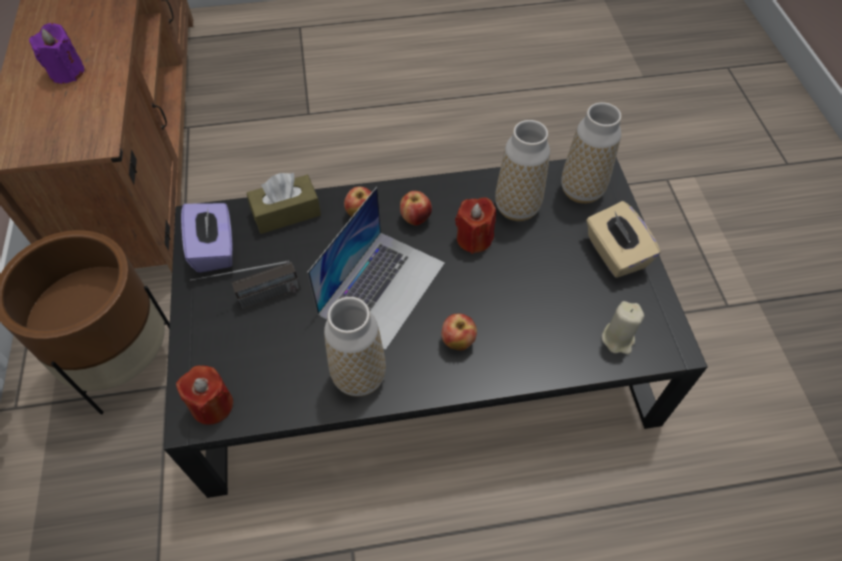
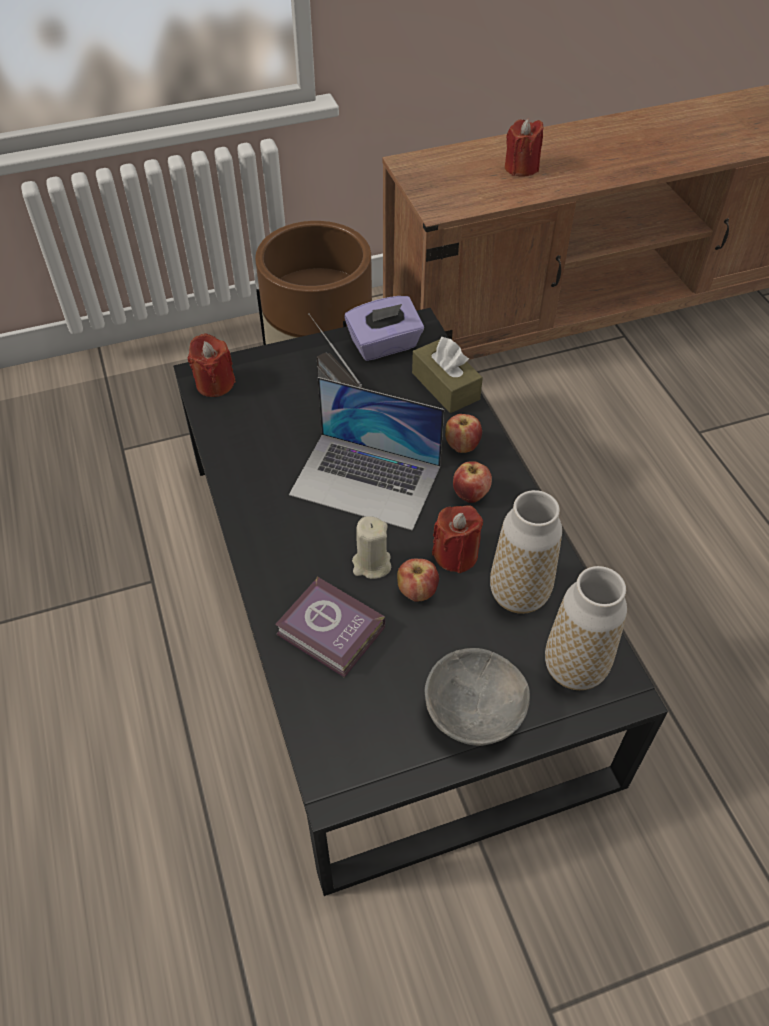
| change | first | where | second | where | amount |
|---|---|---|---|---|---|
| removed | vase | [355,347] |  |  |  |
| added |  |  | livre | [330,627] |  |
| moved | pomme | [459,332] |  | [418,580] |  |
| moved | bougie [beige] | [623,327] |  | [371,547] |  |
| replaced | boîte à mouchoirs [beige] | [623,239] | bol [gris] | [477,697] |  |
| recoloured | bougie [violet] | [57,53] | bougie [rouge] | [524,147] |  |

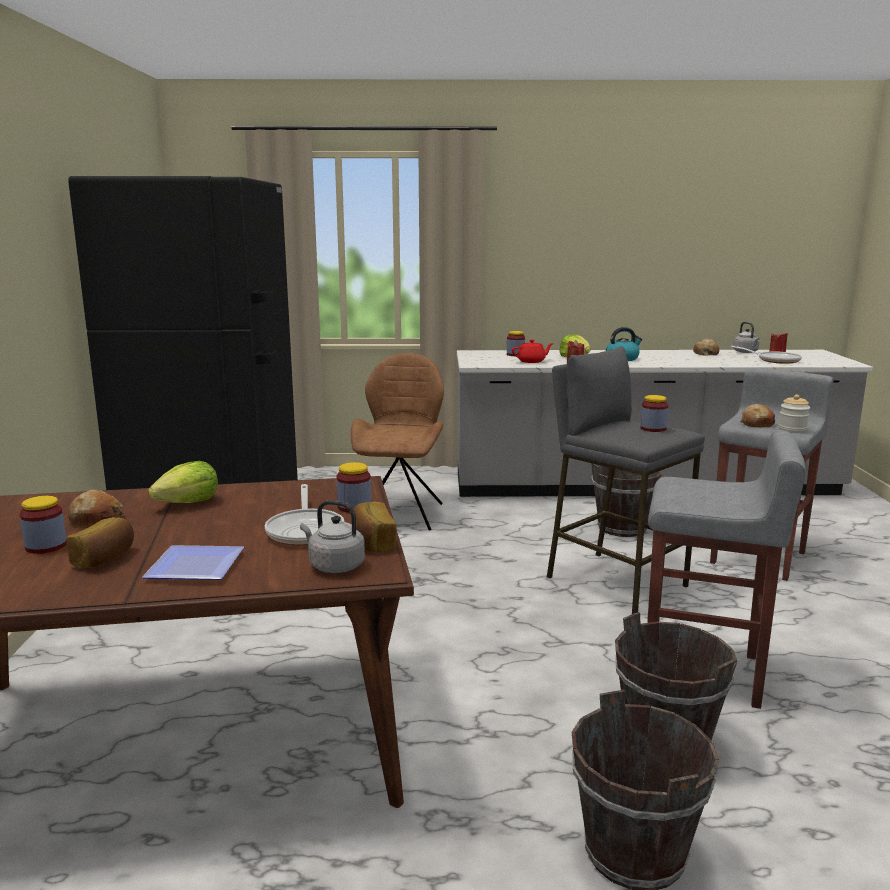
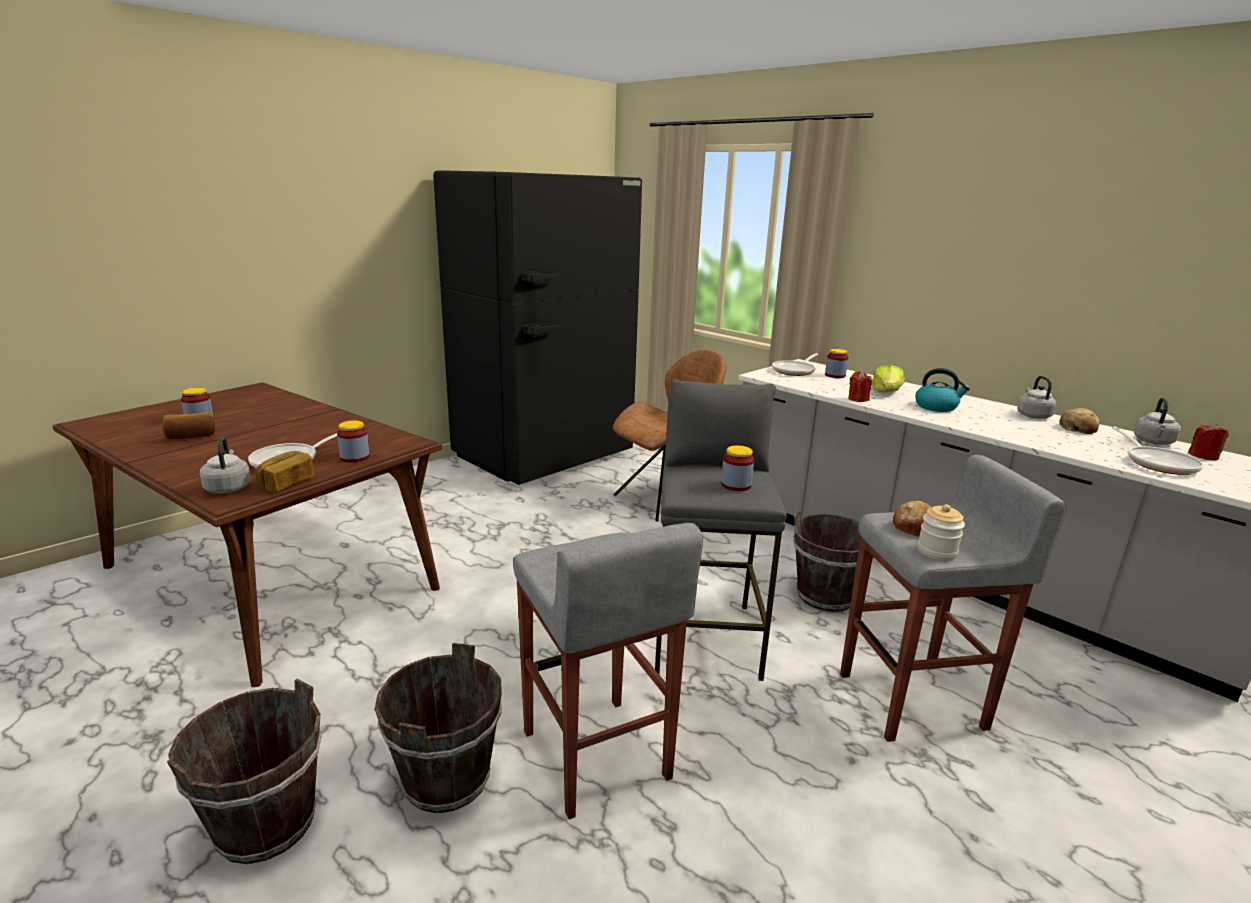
| change | first | where | second | where | amount |
|---|---|---|---|---|---|
| removed | pain | [95,508] |  |  |  |
| removed | assiette | [193,562] |  |  |  |
| removed | laitue | [183,482] |  |  |  |
| removed | théière [rouge] | [533,351] |  |  |  |
| added |  |  | poêle | [795,364] |  |
| added |  |  | bouilloire [gris] | [1036,397] |  |

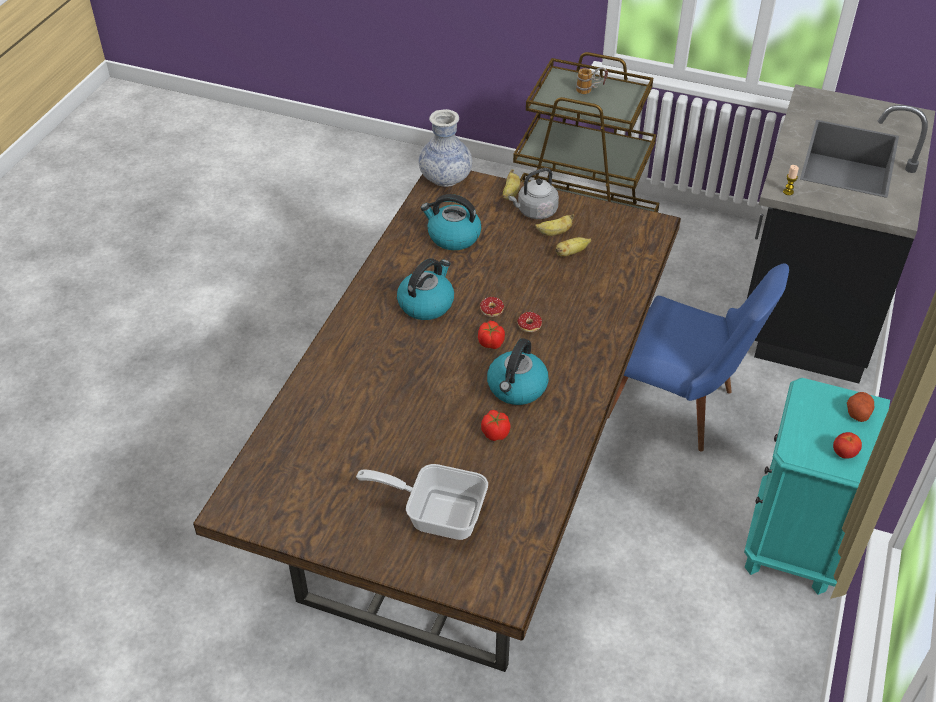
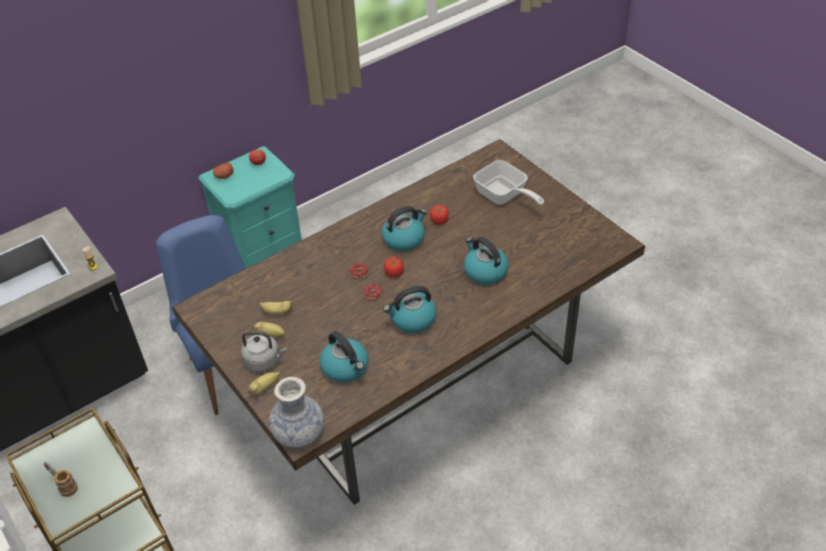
| change | first | where | second | where | amount |
|---|---|---|---|---|---|
| added |  |  | bouilloire | [486,261] |  |

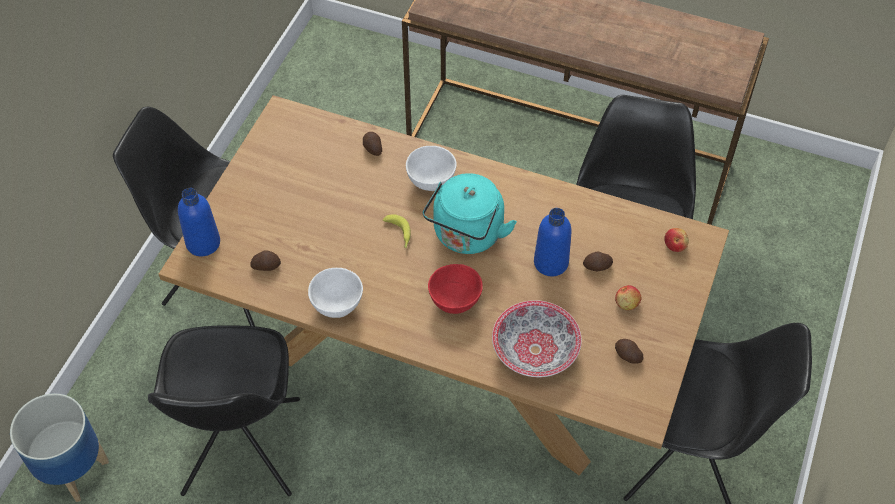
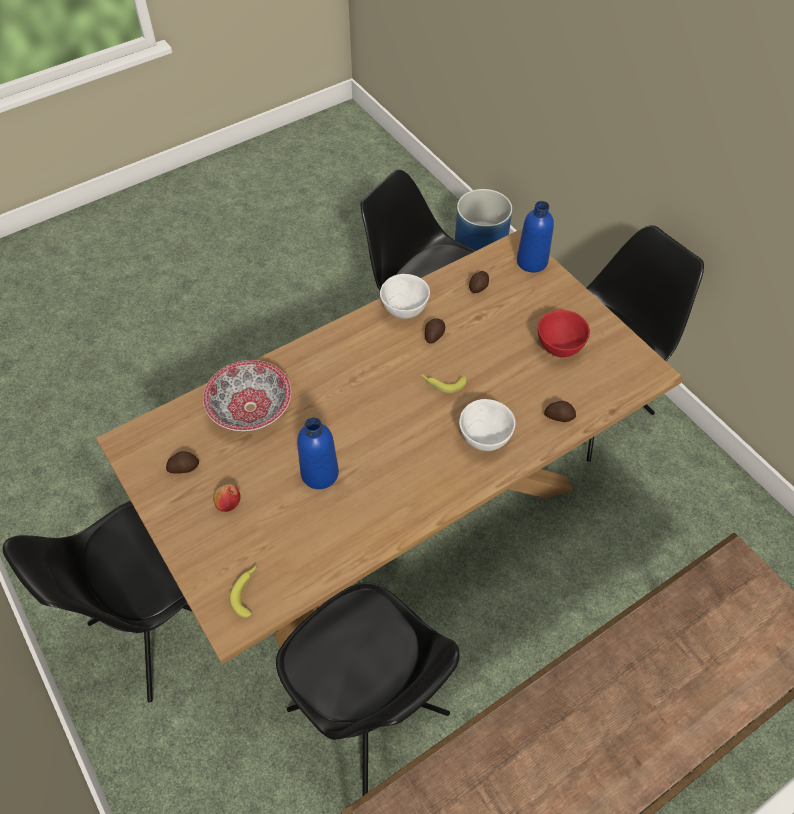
| change | first | where | second | where | amount |
|---|---|---|---|---|---|
| removed | bouilloire [turquoise] | [470,213] |  |  |  |
| moved | bol [rouge] | [455,289] |  | [564,333] |  |
| moved | pomme de terre | [598,261] |  | [435,331] |  |
| replaced | pomme | [676,240] | banane | [243,591] |  |

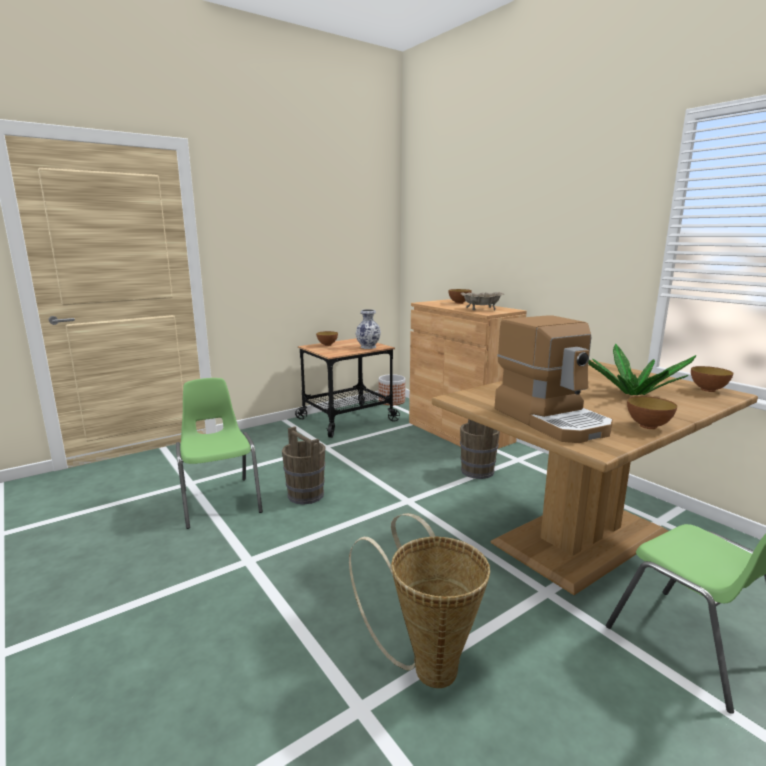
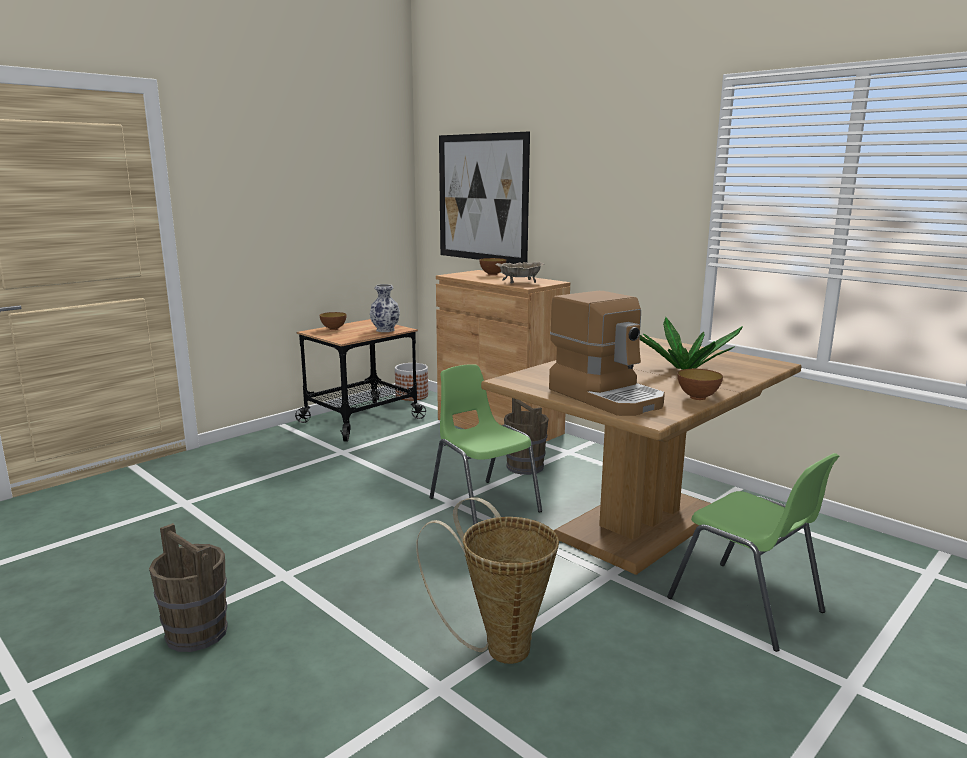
| change | first | where | second | where | amount |
|---|---|---|---|---|---|
| removed | bol | [712,379] |  |  |  |
| added |  |  | tableau | [484,197] |  |
| moved | chaise [vert] | [219,453] |  | [486,444] |  |
| moved | seau [marron] | [303,465] |  | [188,587] |  |

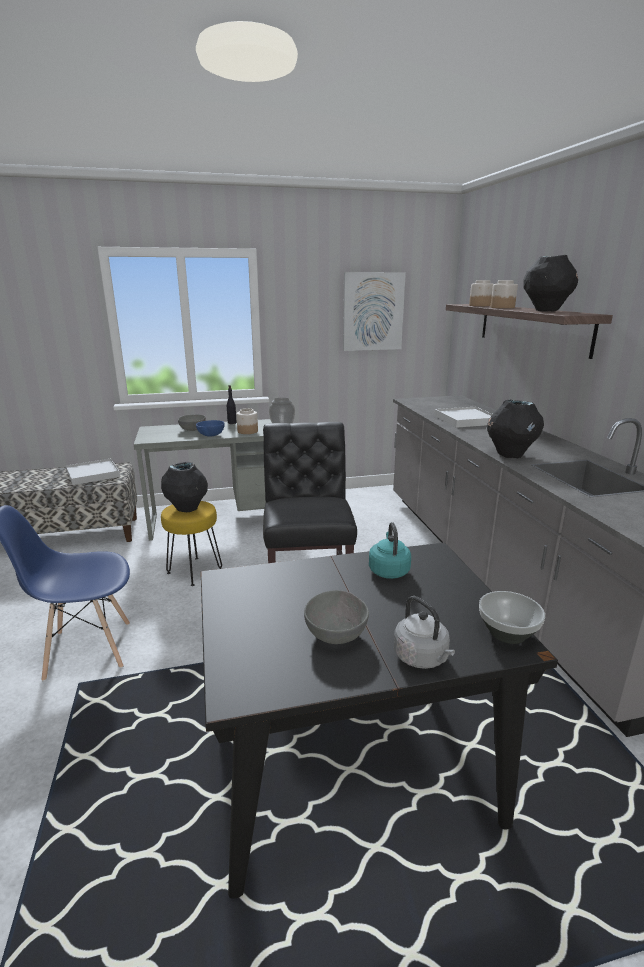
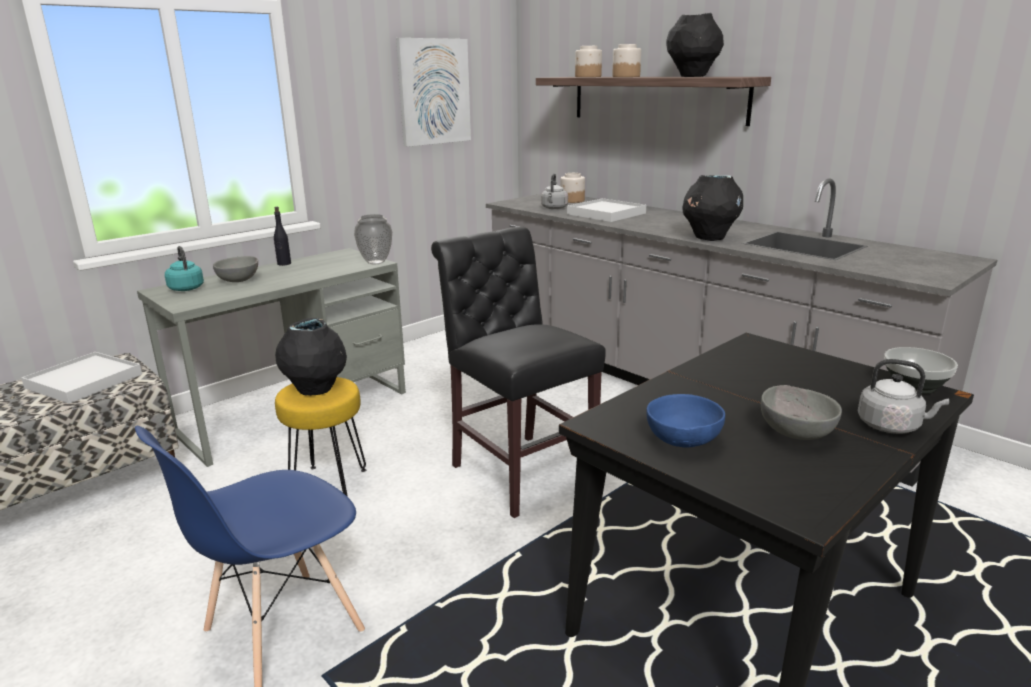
| change | first | where | second | where | amount |
|---|---|---|---|---|---|
| added |  |  | bouilloire [gris] | [554,191] |  |
| moved | bol [bleu] | [210,428] |  | [686,421] |  |
| moved | bocal | [247,421] |  | [572,188] |  |
| moved | bouilloire [turquoise] | [390,550] |  | [184,268] |  |

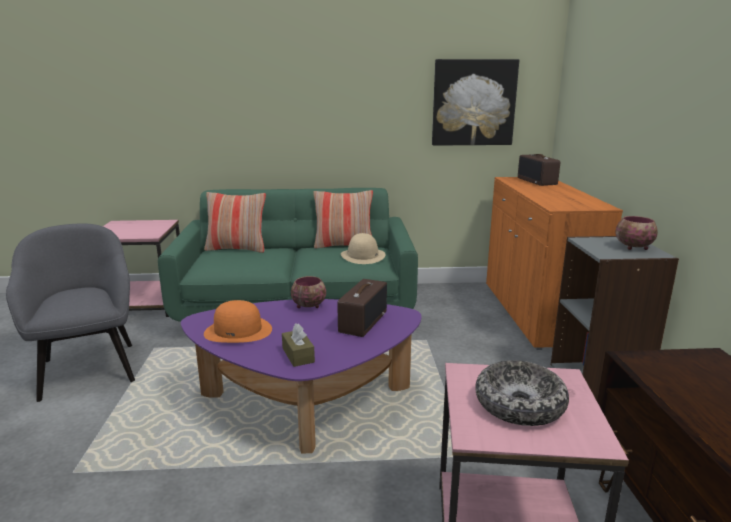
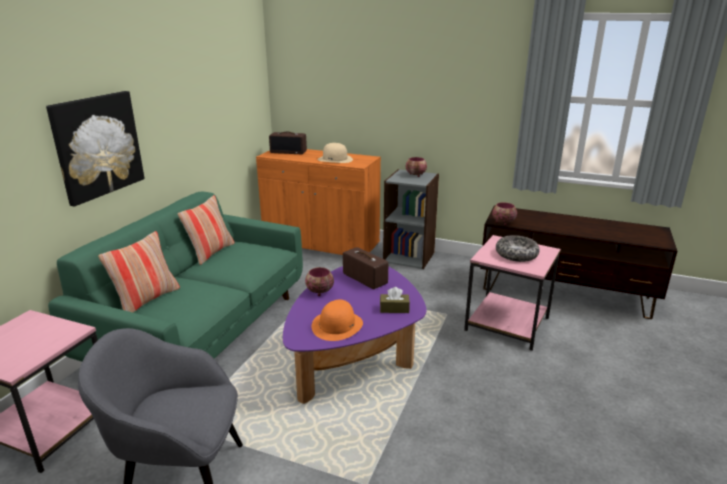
| change | first | where | second | where | amount |
|---|---|---|---|---|---|
| added |  |  | bol | [504,214] |  |
| moved | chapeau [beige] | [363,248] |  | [335,153] |  |
| moved | tableau | [475,102] |  | [95,149] |  |

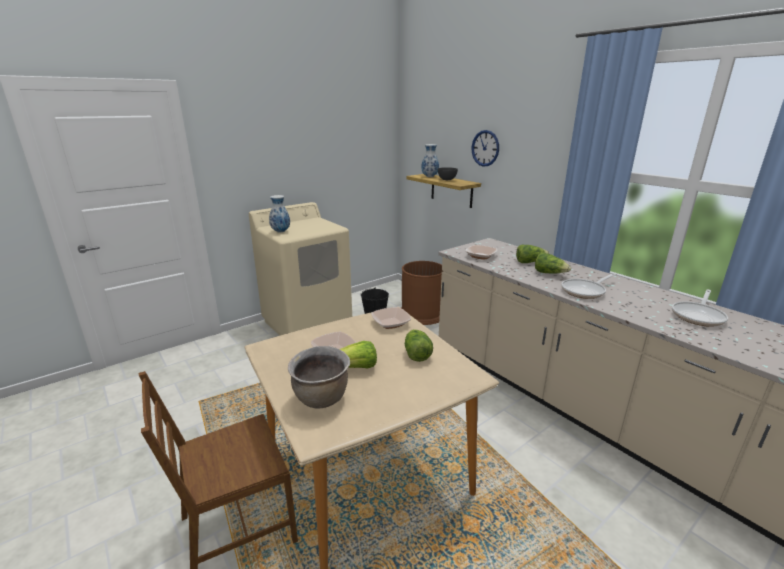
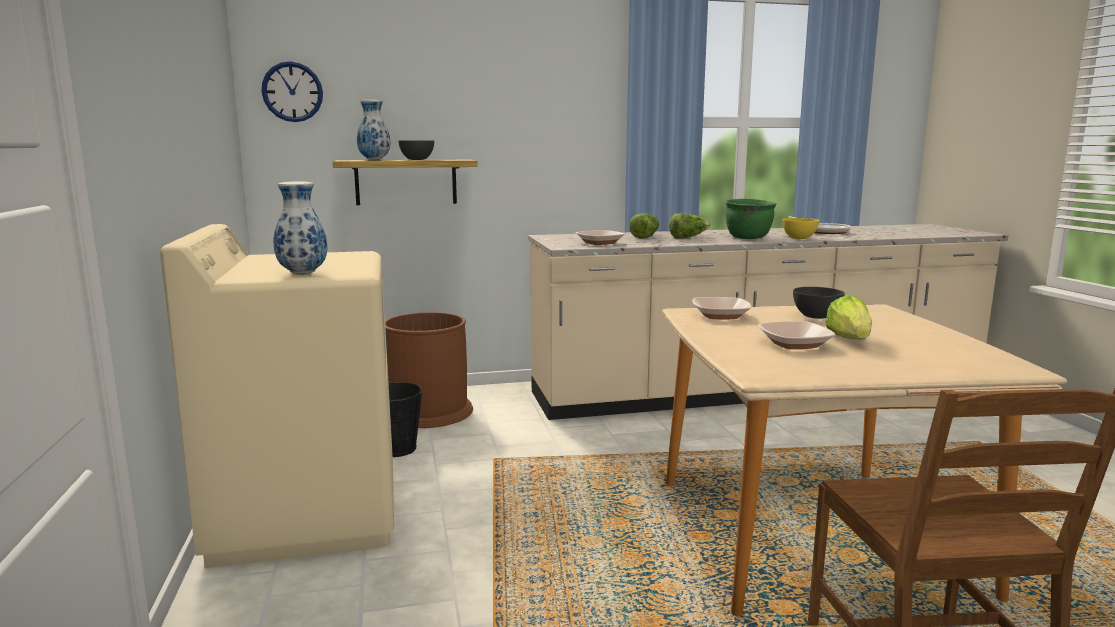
| change | first | where | second | where | amount |
|---|---|---|---|---|---|
| removed | marmite [marron] | [319,377] |  |  |  |
| added |  |  | bol [jaune] | [800,228] |  |
| moved | horloge murale | [485,148] |  | [292,91] |  |
| replaced | laitue | [419,345] | bol [gris] | [819,303] |  |
| replaced | poêle | [589,286] | marmite [vert] | [751,219] |  |

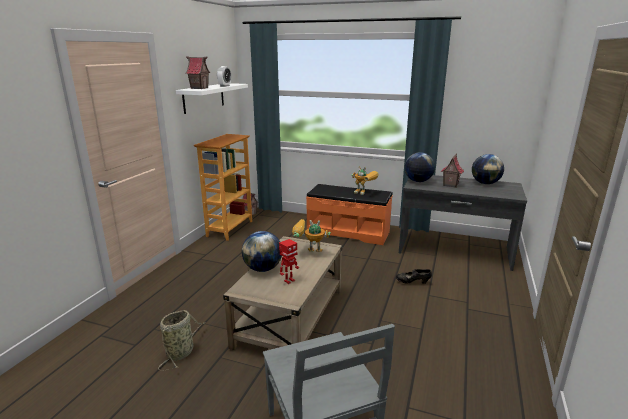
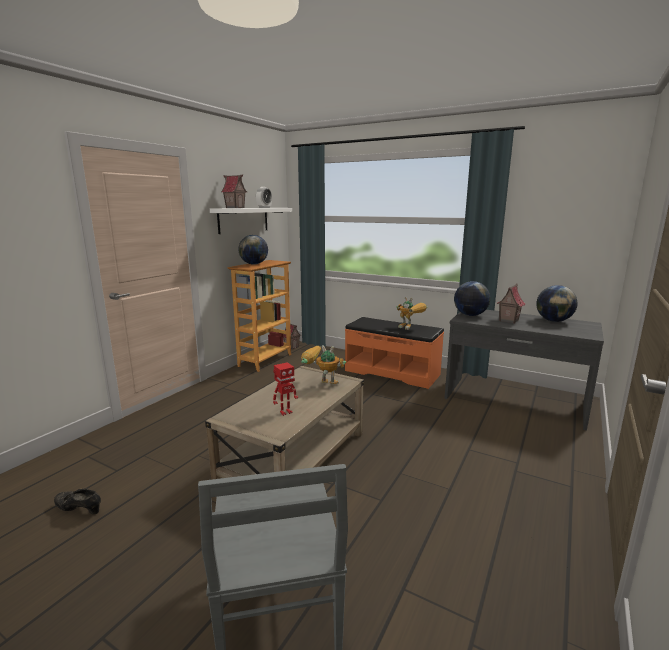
| change | first | where | second | where | amount |
|---|---|---|---|---|---|
| removed | panier | [181,340] |  |  |  |
| moved | globe | [262,251] |  | [253,250] |  |
| moved | chaussure [noir] | [414,276] |  | [77,501] |  |

